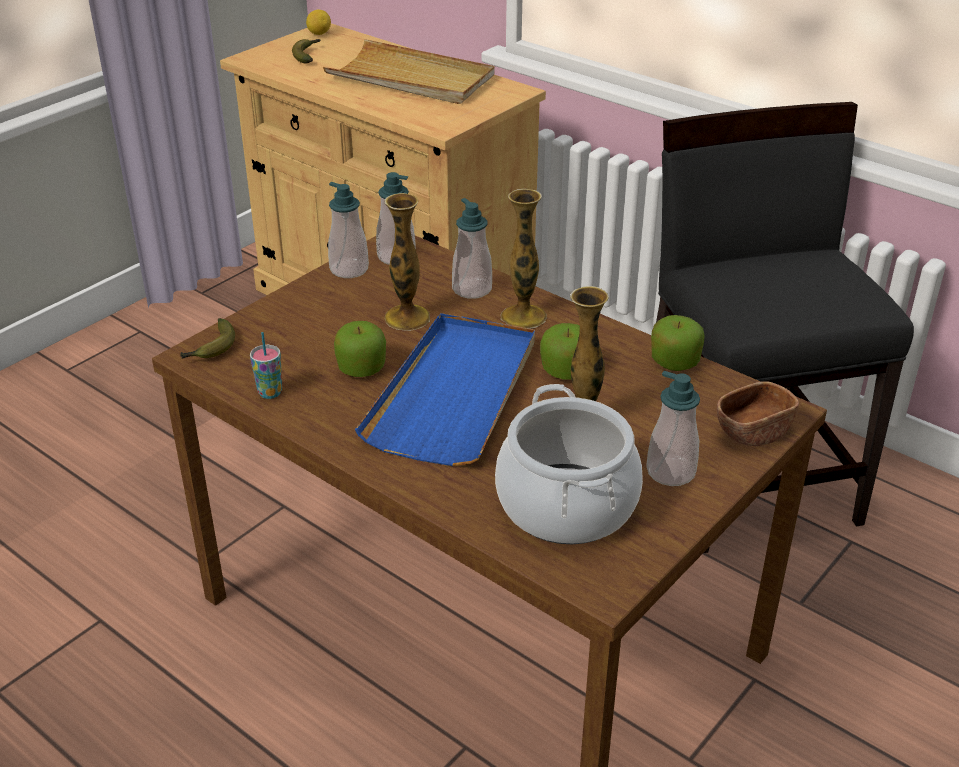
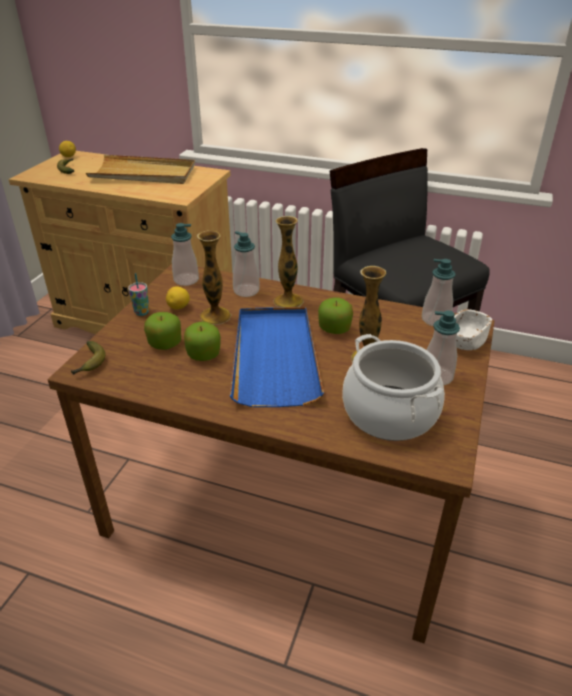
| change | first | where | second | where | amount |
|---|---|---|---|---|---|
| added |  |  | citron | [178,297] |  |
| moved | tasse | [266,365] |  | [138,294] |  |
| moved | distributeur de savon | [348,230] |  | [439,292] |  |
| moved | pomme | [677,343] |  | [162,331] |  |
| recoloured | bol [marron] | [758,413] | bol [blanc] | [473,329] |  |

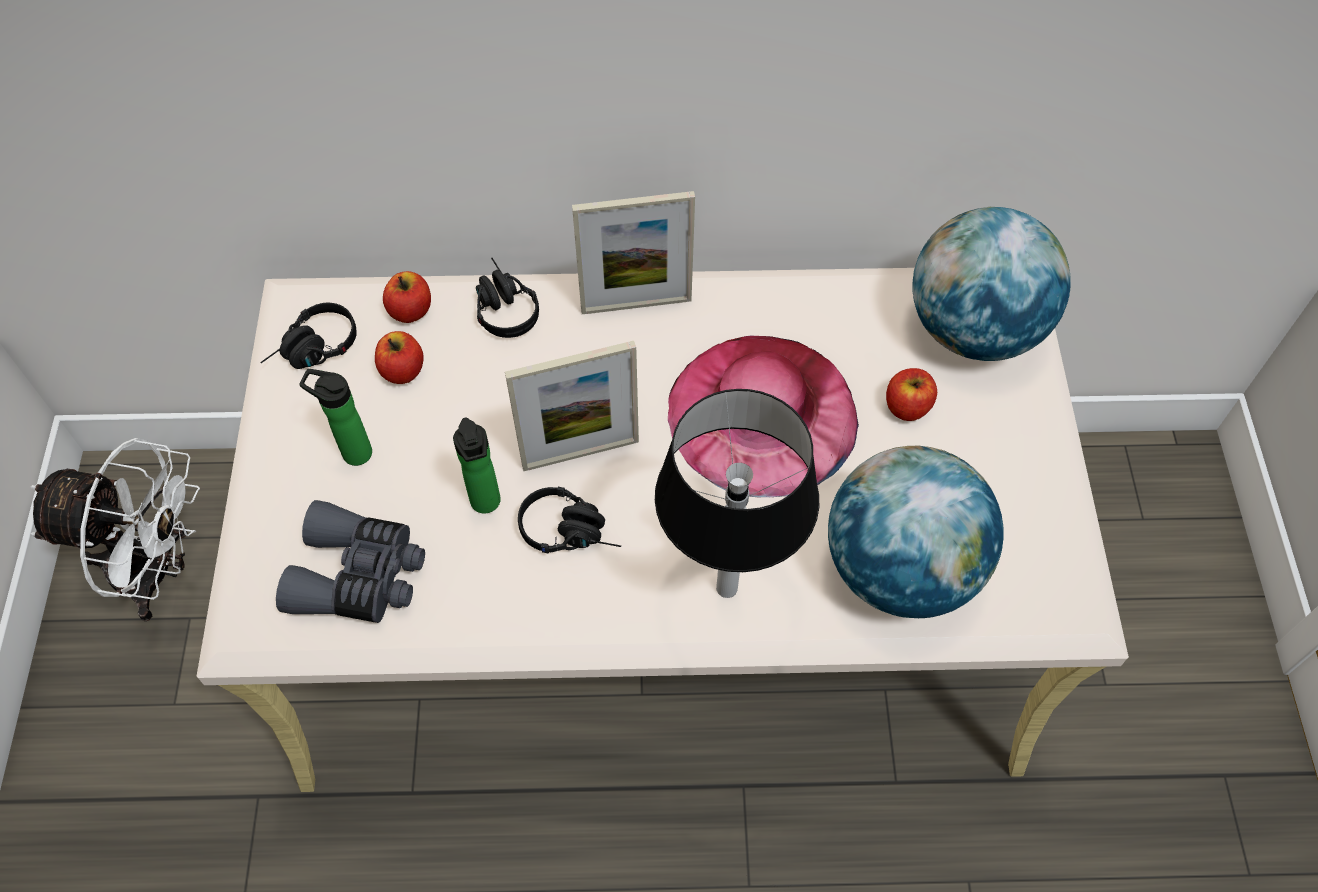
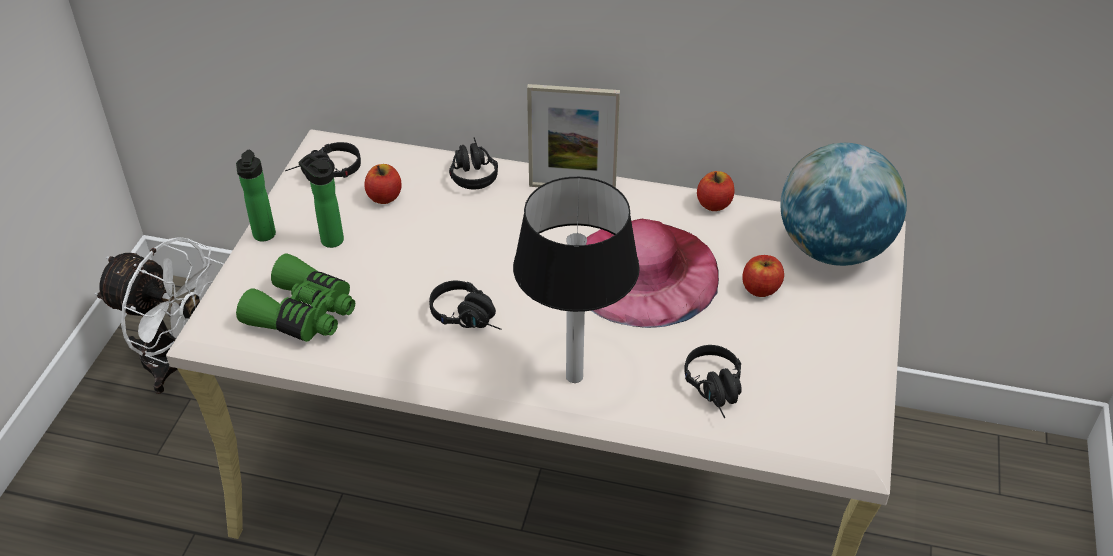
| change | first | where | second | where | amount |
|---|---|---|---|---|---|
| removed | cadre photo | [572,406] |  |  |  |
| moved | pomme | [407,297] |  | [715,191] |  |
| moved | bouteille | [477,465] |  | [256,195] |  |
| replaced | globe | [916,532] | casque audio [noir] | [713,381] |  |
| recoloured | jumelles [gris] | [350,561] | jumelles [vert] | [295,298] |  |

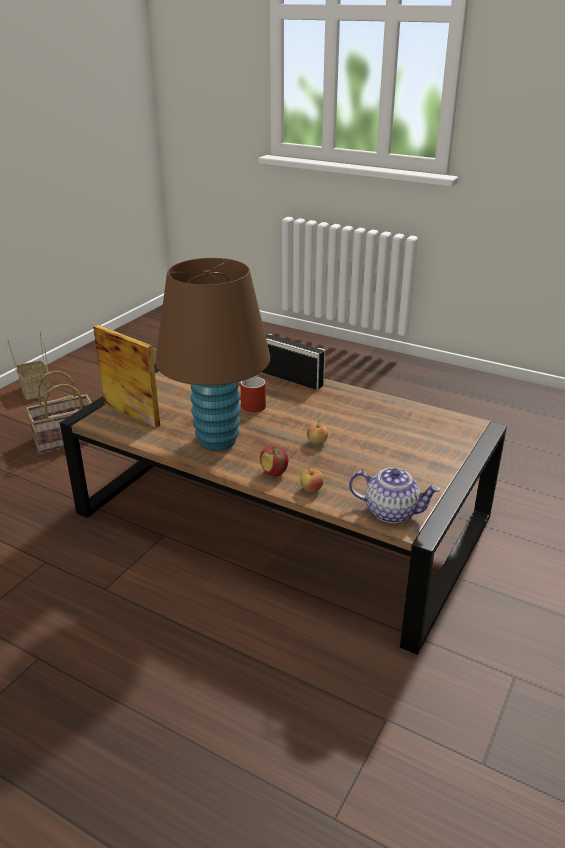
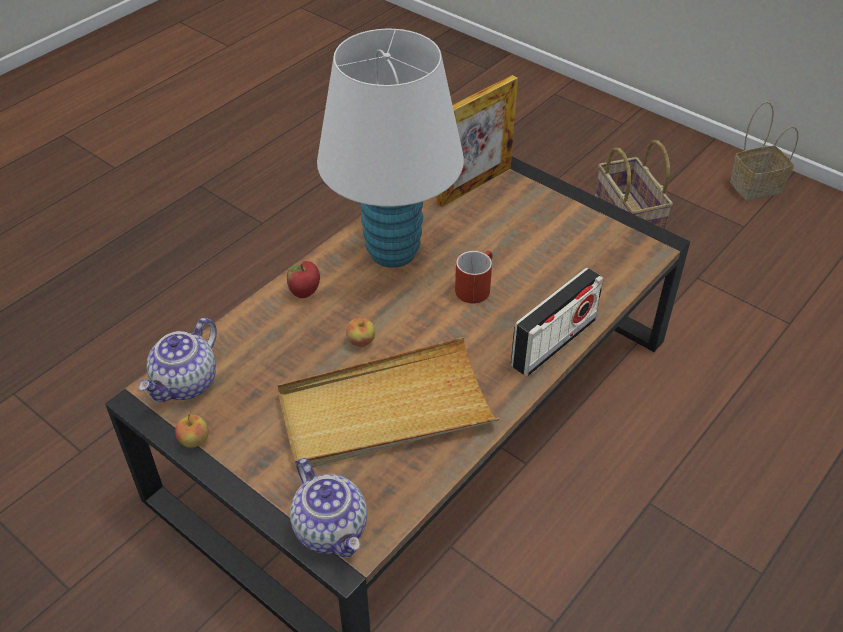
| change | first | where | second | where | amount |
|---|---|---|---|---|---|
| added |  |  | plateau [beige] | [388,402] |  |
| added |  |  | théière | [328,508] |  |
| moved | pomme | [312,480] |  | [192,431] |  |
| recoloured | lampe de table [marron] | [213,354] | lampe de table [blanc] | [390,148] |  |

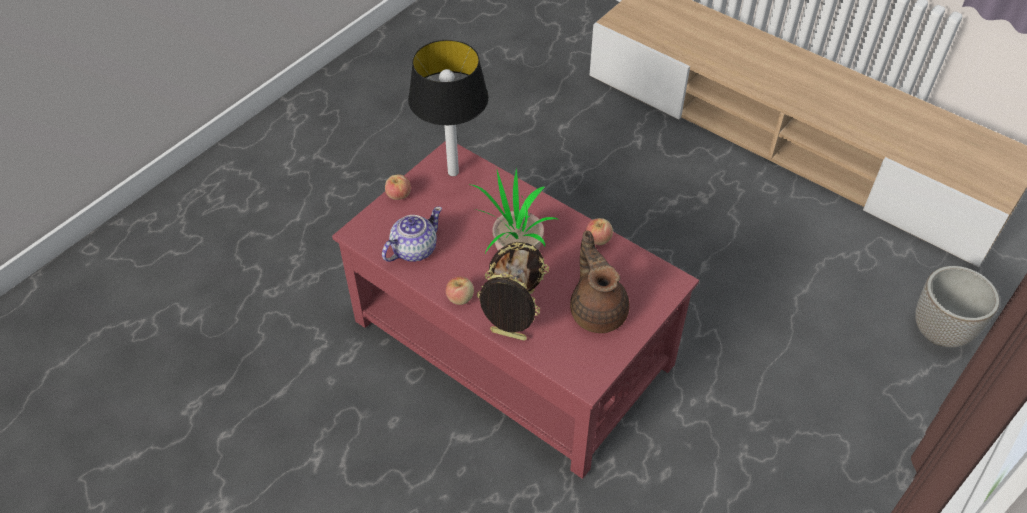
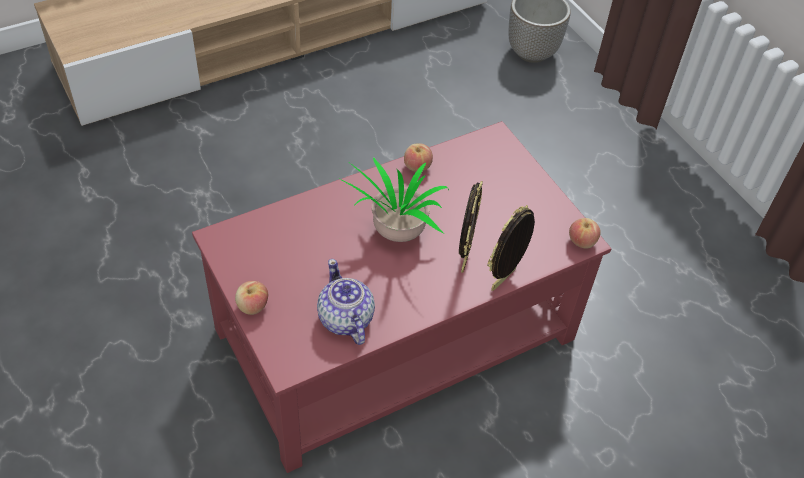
| change | first | where | second | where | amount |
|---|---|---|---|---|---|
| removed | lampe de table | [448,108] |  |  |  |
| removed | théière [marron] | [600,282] |  |  |  |
| moved | pomme | [460,290] |  | [585,233] |  |

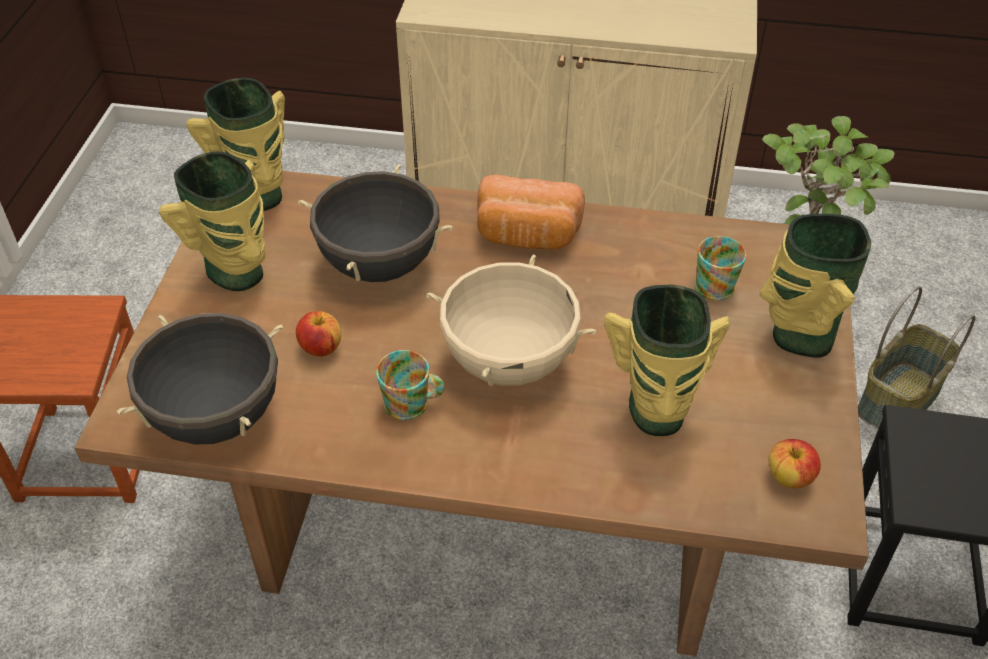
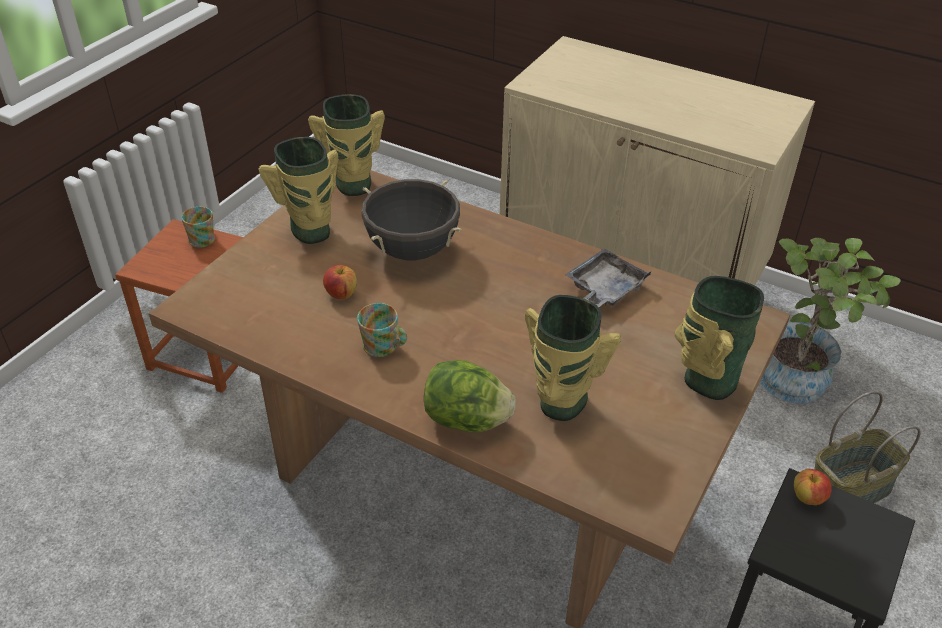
| change | first | where | second | where | amount |
|---|---|---|---|---|---|
| removed | marmite [noir] | [200,379] |  |  |  |
| removed | marmite [beige] | [511,320] |  |  |  |
| removed | pain | [531,212] |  |  |  |
| added |  |  | laitue | [470,396] |  |
| added |  |  | plateau [gris] | [608,277] |  |
| moved | mug | [720,268] |  | [198,227] |  |
| moved | pomme | [794,464] |  | [813,487] |  |

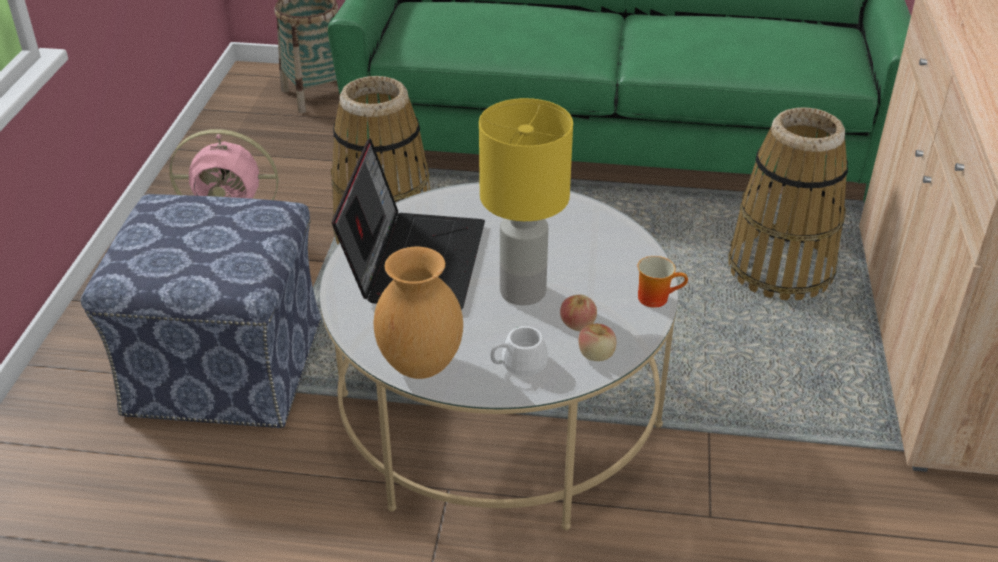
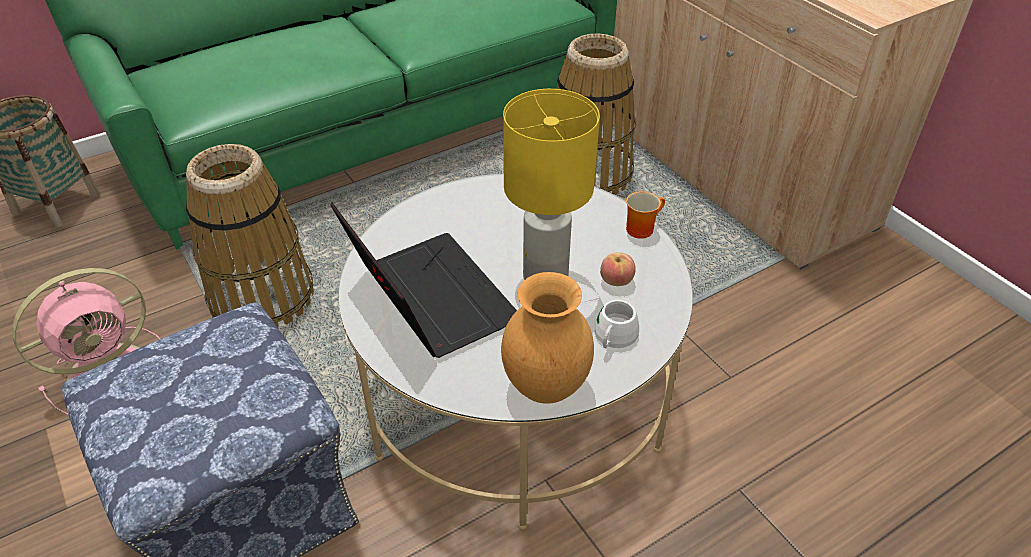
| change | first | where | second | where | amount |
|---|---|---|---|---|---|
| removed | pomme | [597,342] |  |  |  |

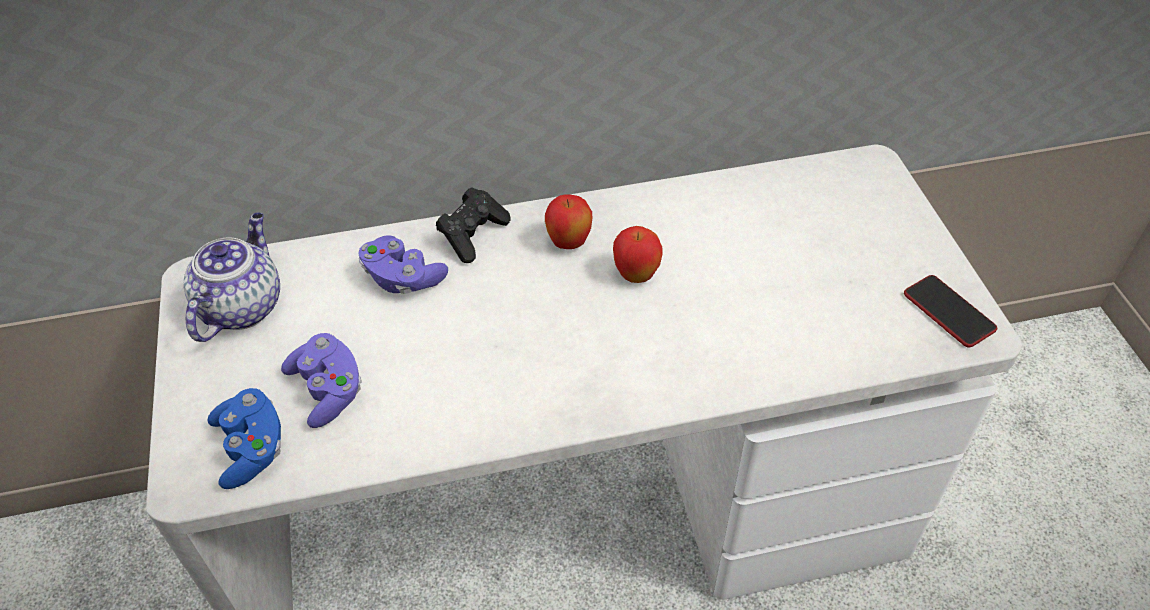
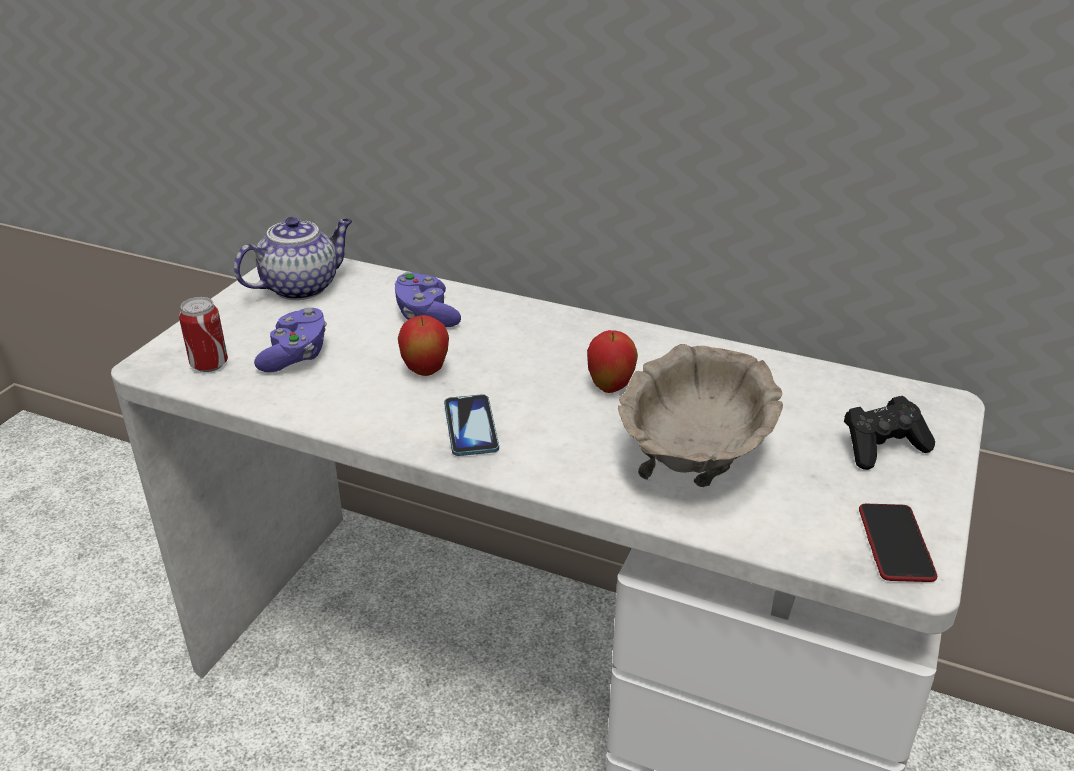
| change | first | where | second | where | amount |
|---|---|---|---|---|---|
| added |  |  | téléphone | [471,425] |  |
| added |  |  | bol [beige] | [700,415] |  |
| moved | manette [noir] | [473,225] |  | [889,433] |  |
| moved | pomme | [568,221] |  | [423,345] |  |
| replaced | manette [bleu] | [244,438] | boîte métallique | [203,334] |  |

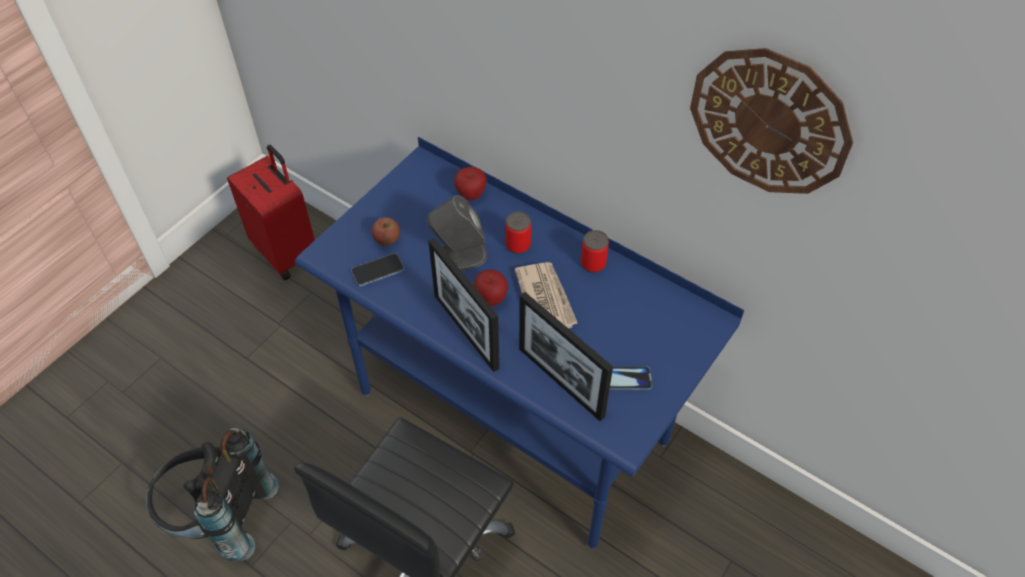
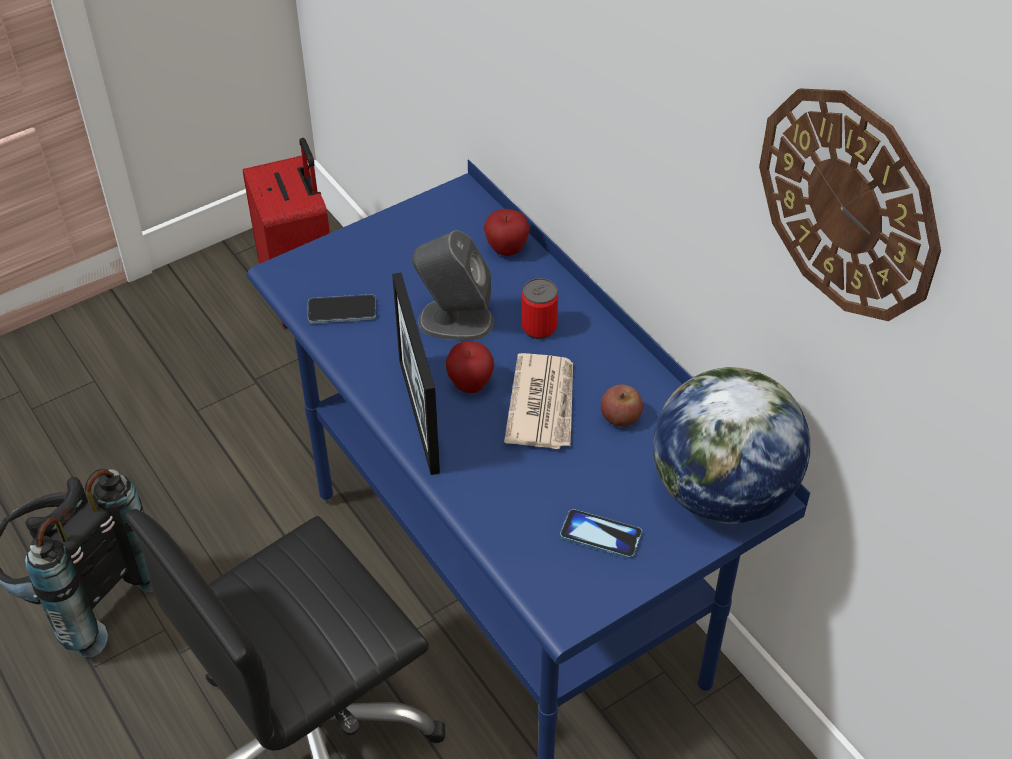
| change | first | where | second | where | amount |
|---|---|---|---|---|---|
| removed | cadre photo | [566,356] |  |  |  |
| removed | boîte métallique | [595,251] |  |  |  |
| added |  |  | globe | [731,445] |  |
| moved | pomme | [386,231] |  | [622,405] |  |

